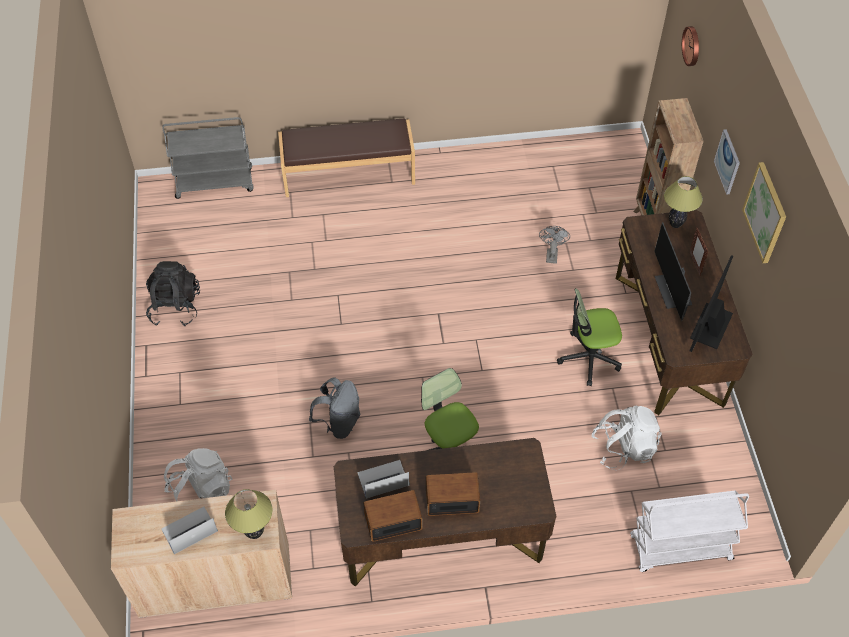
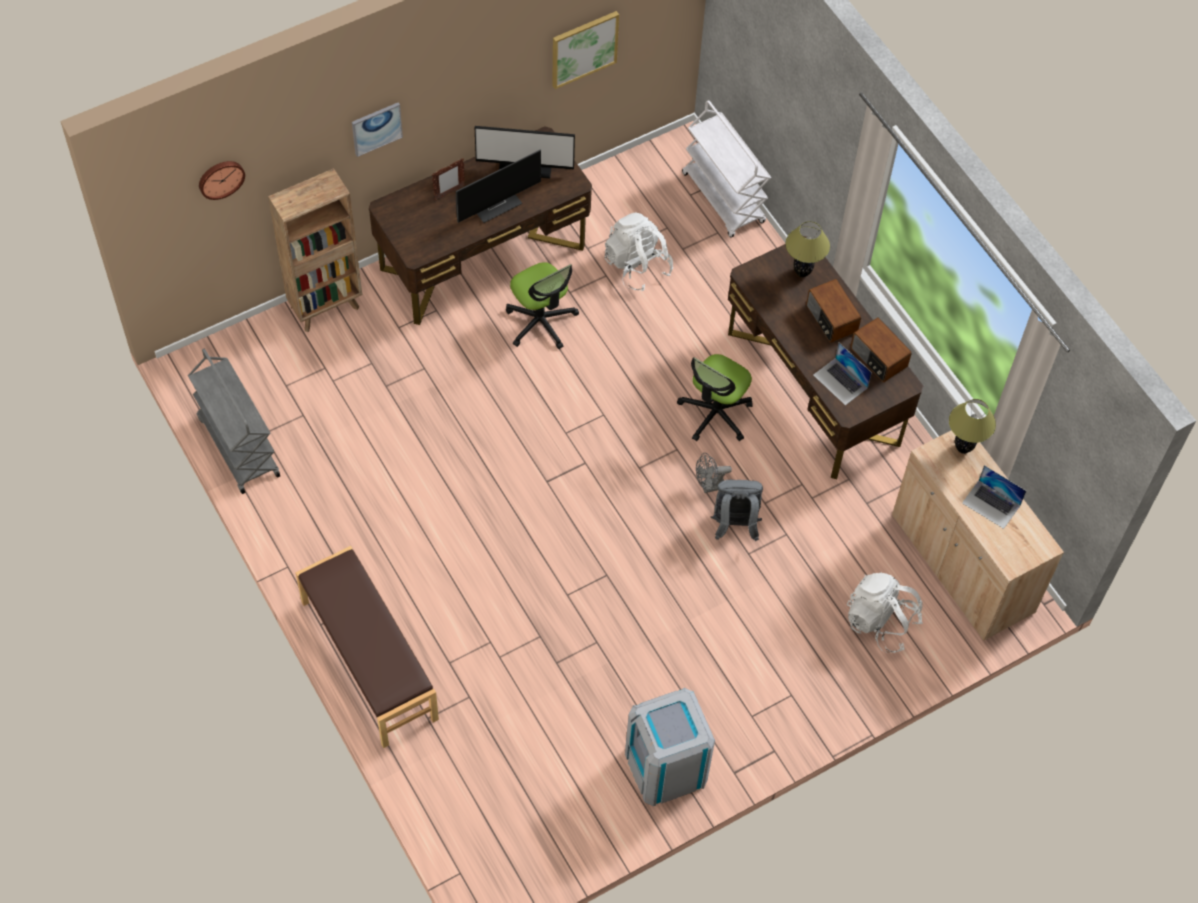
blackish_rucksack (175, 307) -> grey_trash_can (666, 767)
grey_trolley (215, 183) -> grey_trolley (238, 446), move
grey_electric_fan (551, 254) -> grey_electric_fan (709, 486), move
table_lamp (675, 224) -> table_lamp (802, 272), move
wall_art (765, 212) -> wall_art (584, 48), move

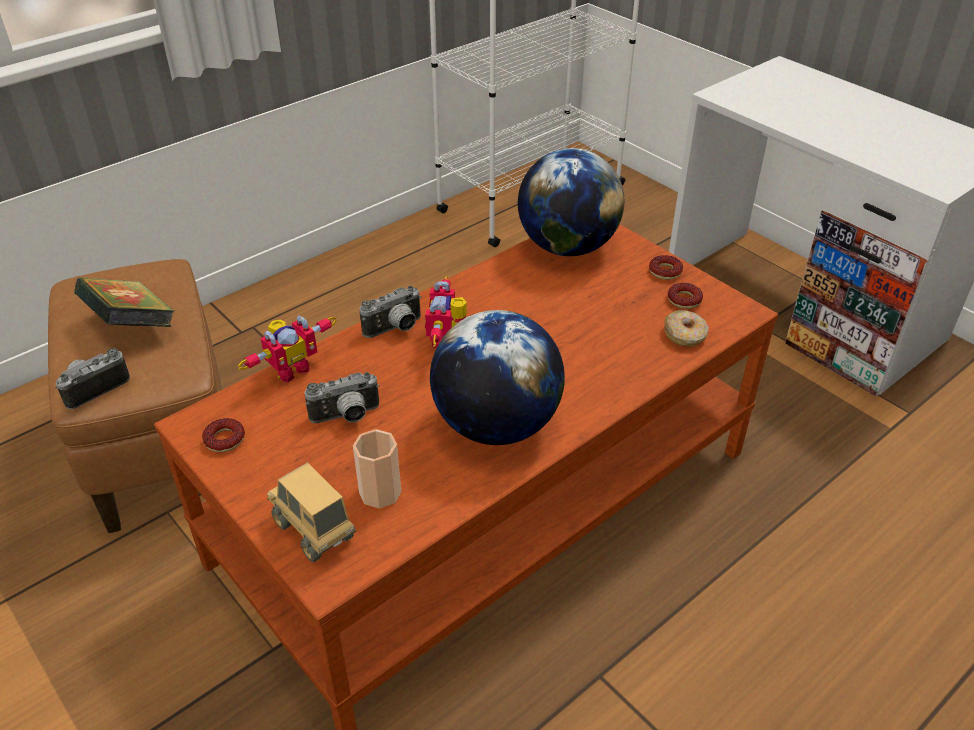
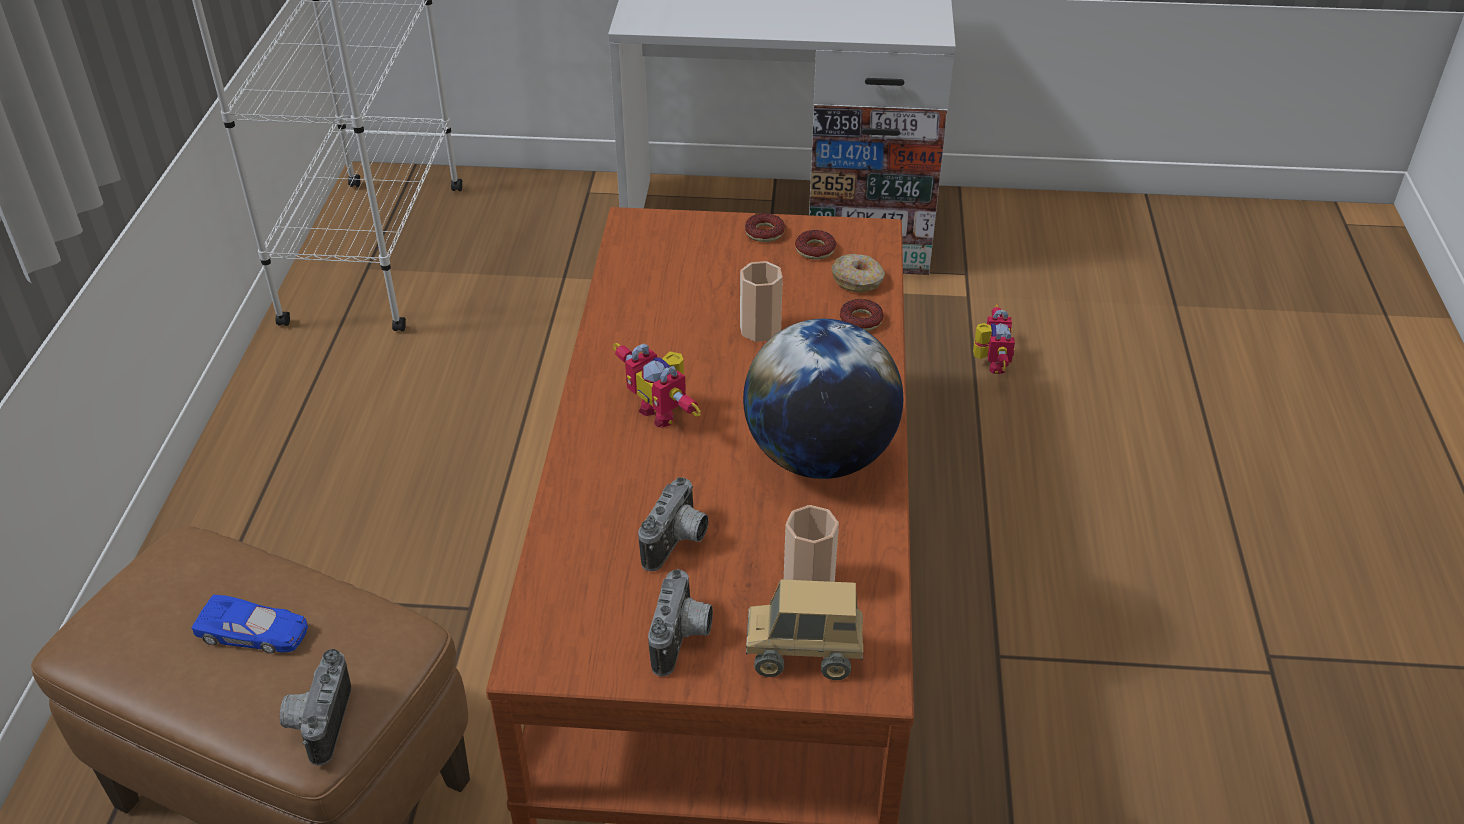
book (132, 326) -> blue_model_car (254, 632)
doughnut (224, 439) -> doughnut (861, 320), move
model_robot (290, 369) -> model_robot (989, 364), move
still_camera (396, 329) -> still_camera (683, 639), move
globe (567, 247) -> none
none -> drinking_cup (760, 329)

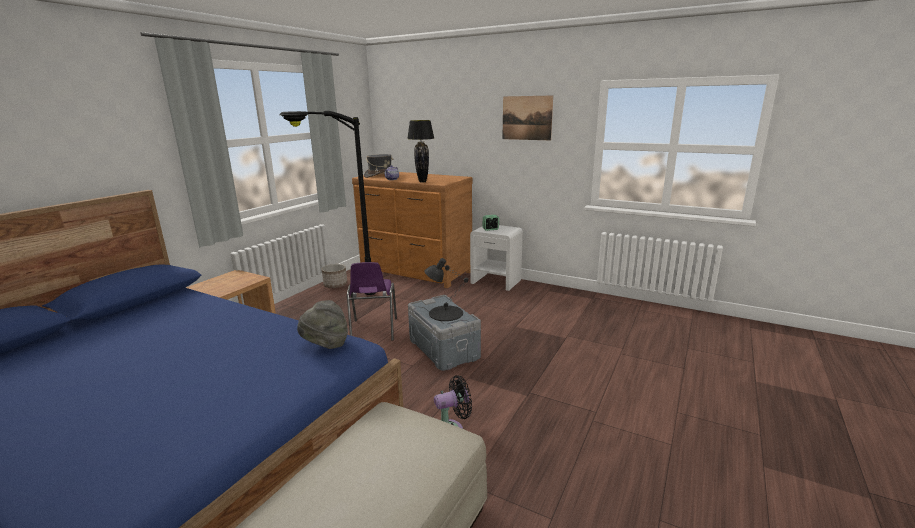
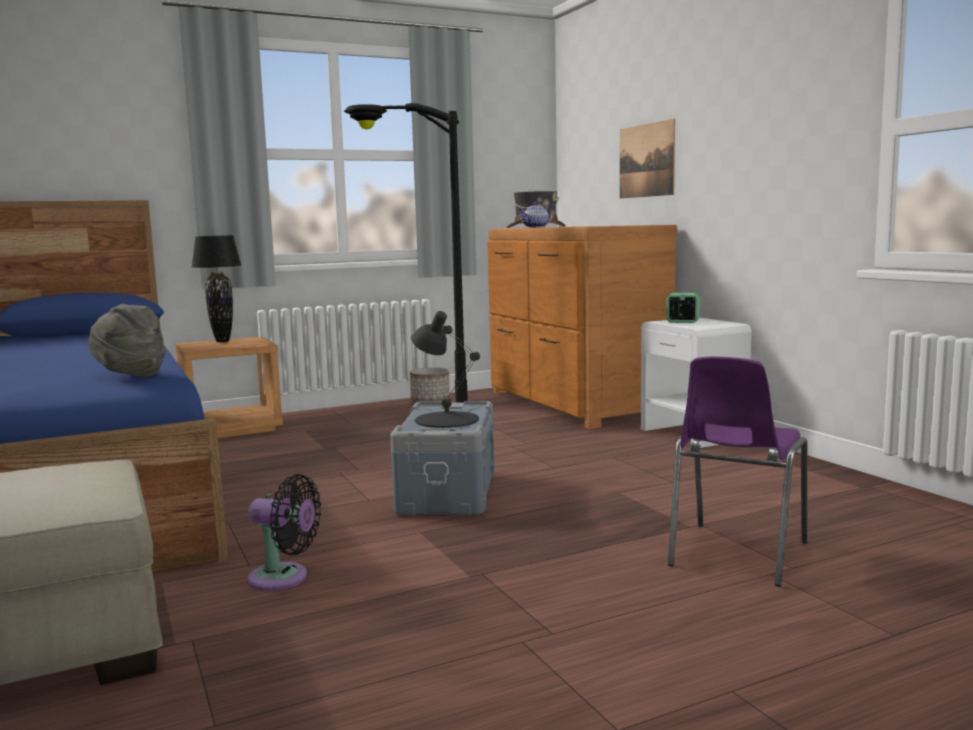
purple-coloured_chair (373, 331) -> purple-coloured_chair (735, 555), move
blackish_table_lamp (422, 181) -> blackish_table_lamp (223, 341), move
wall_art (527, 118) -> wall_art (646, 160), move

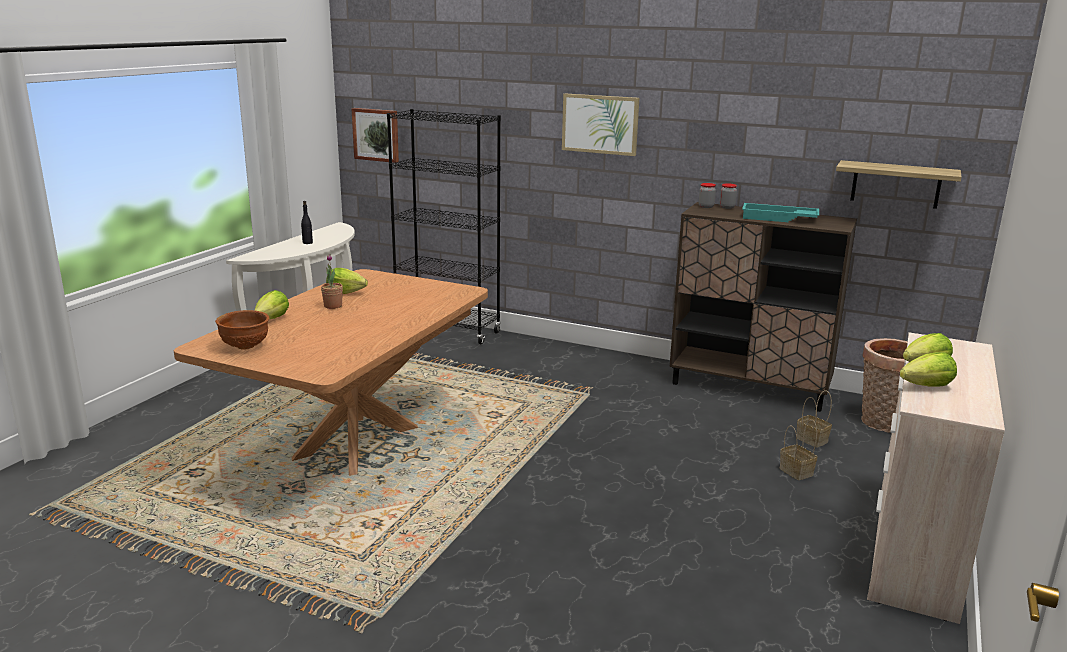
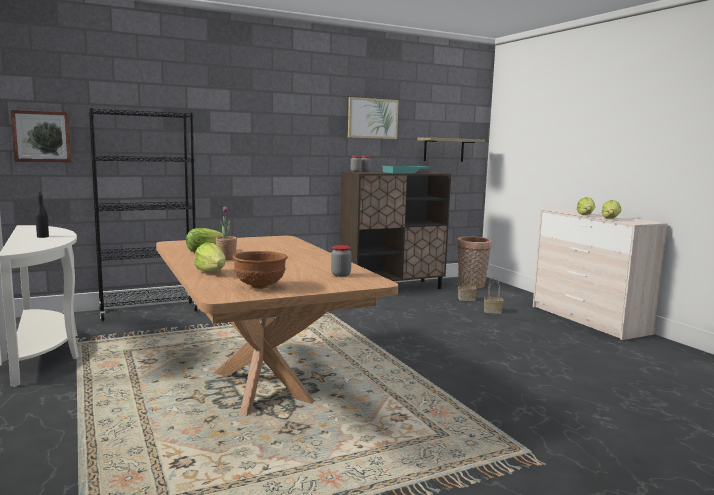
wall_art (600, 124) -> wall_art (372, 118), move
none -> jar (340, 275)

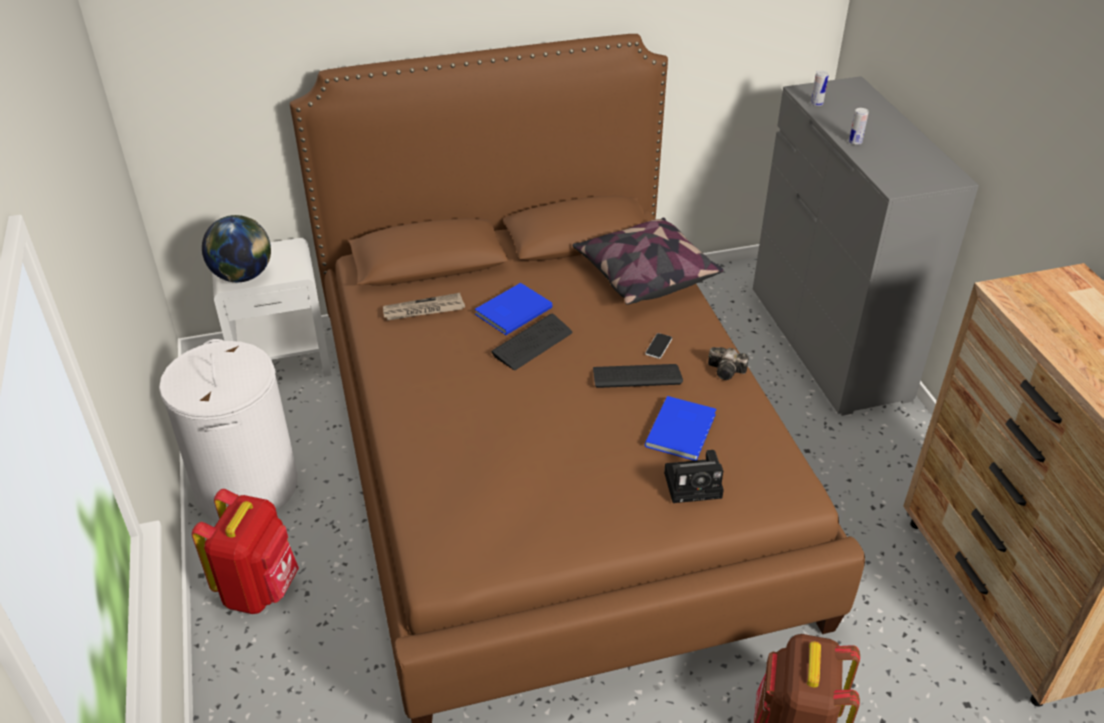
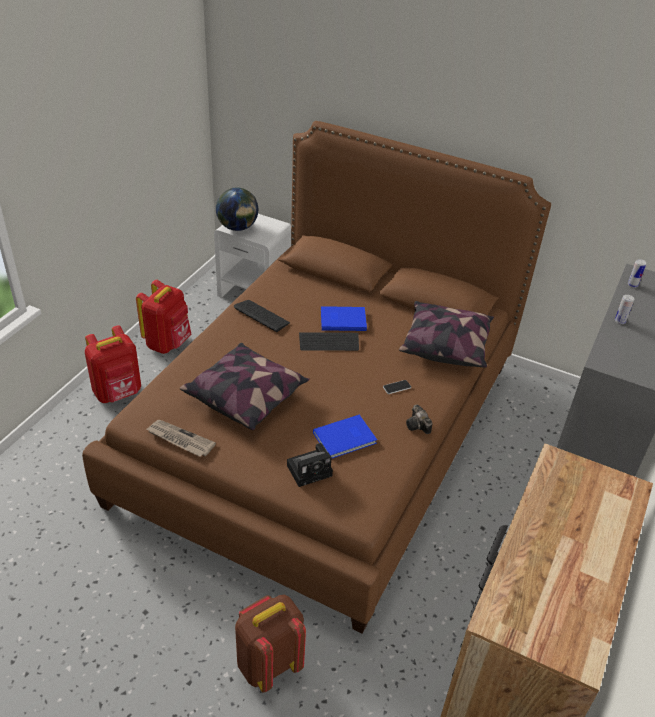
white_hamper (246, 486) -> reddish_rucksack (168, 343)
daily_paper (423, 310) -> daily_paper (180, 440), move
keyboard (636, 377) -> keyboard (261, 316), move
still_camera (695, 484) -> still_camera (311, 470), 60 degrees counterclockwise
none -> cushion (246, 396)

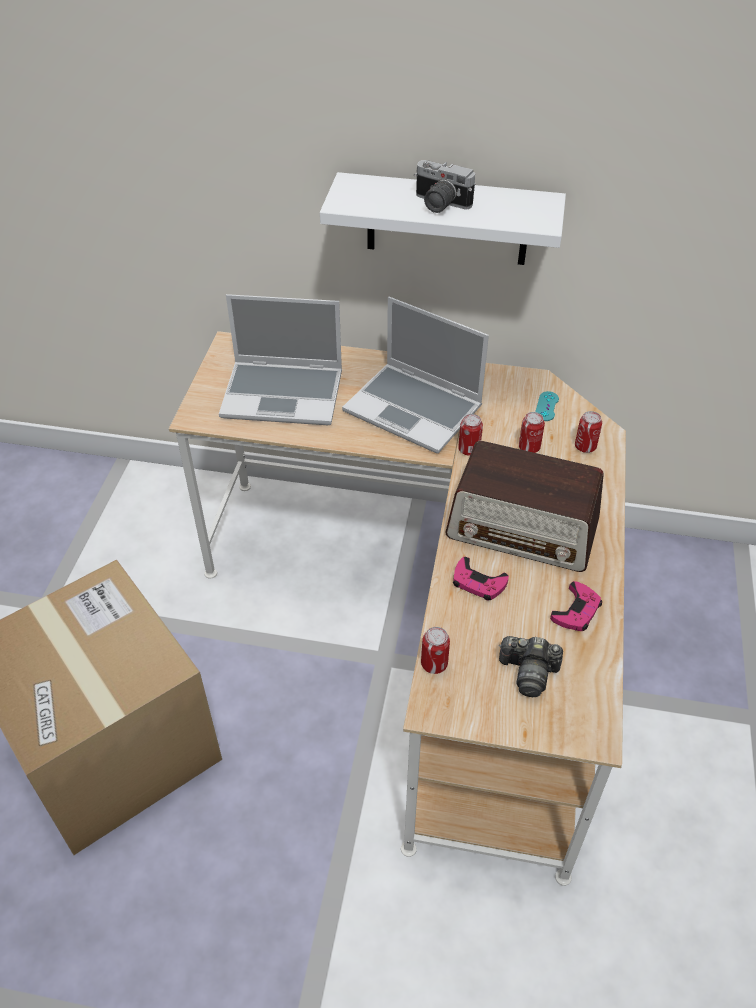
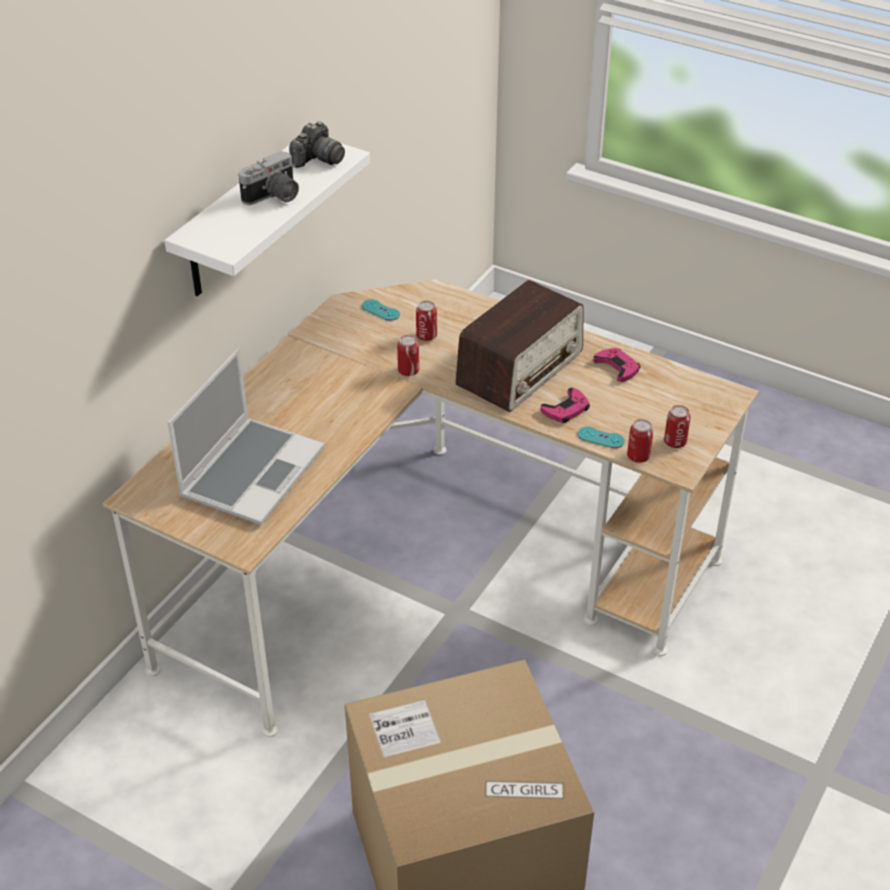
laptop (415, 409) -> none
still_camera (528, 672) -> still_camera (317, 159), move
metal_can (585, 446) -> metal_can (675, 442), move
none -> blue-green_game_controller (600, 437)

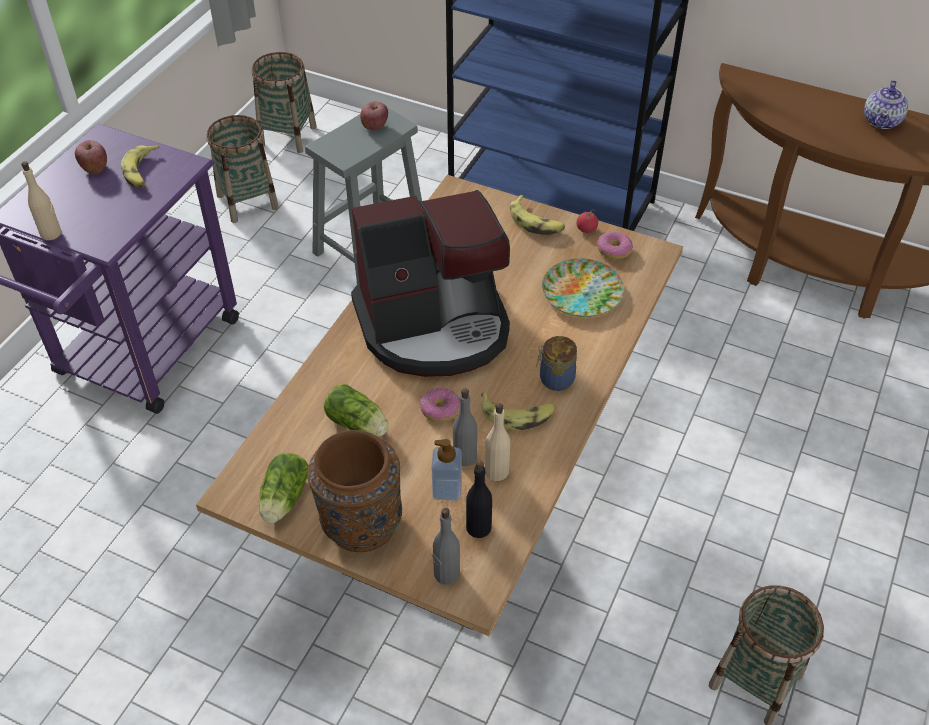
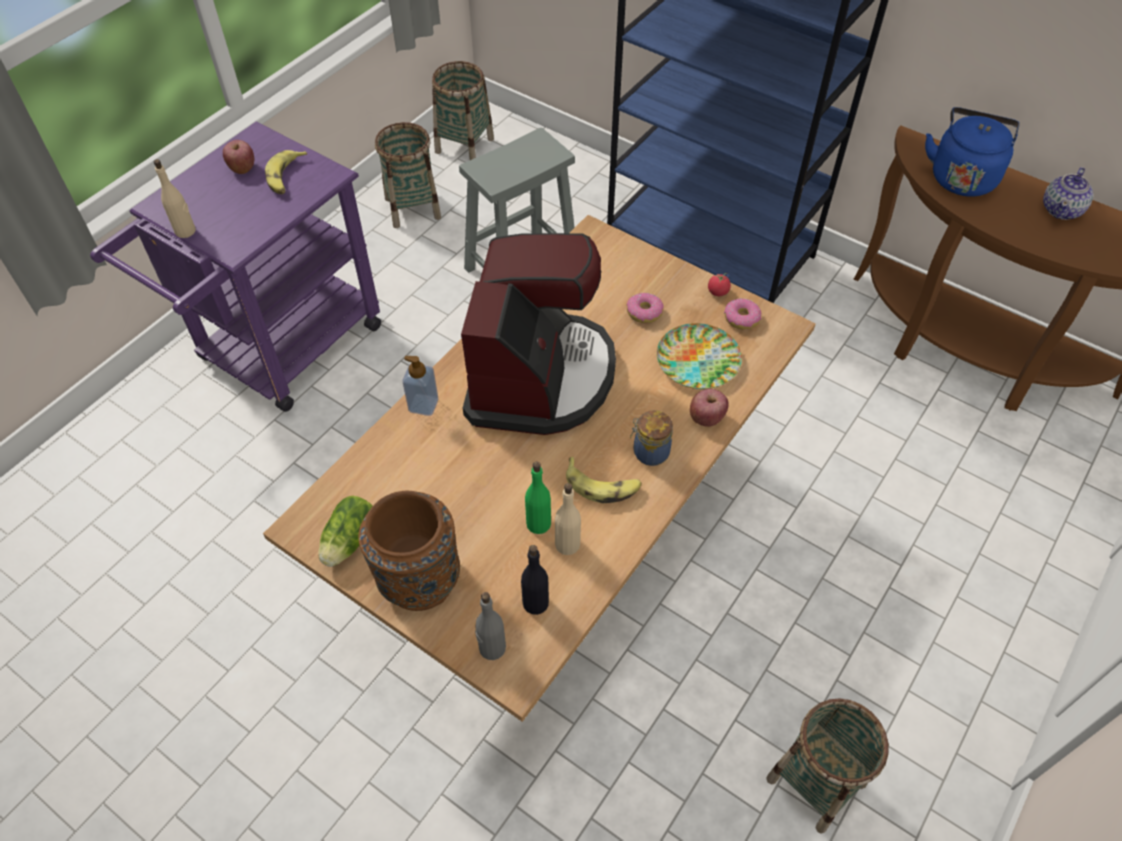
lettuce_head (359, 425) -> none
coffee_brewer (435, 326) -> coffee_brewer (539, 377), 75 degrees counterclockwise
apple (374, 126) -> apple (706, 418), move
doughnut (440, 409) -> doughnut (644, 312), move
liquid_soap_bottle (447, 489) -> liquid_soap_bottle (423, 405), move
grey_beverage_bottle (464, 456) -> green-coloured_beverage_bottle (538, 523)
whole_banana (536, 222) -> none
none -> blue_tea_kettle (962, 176)

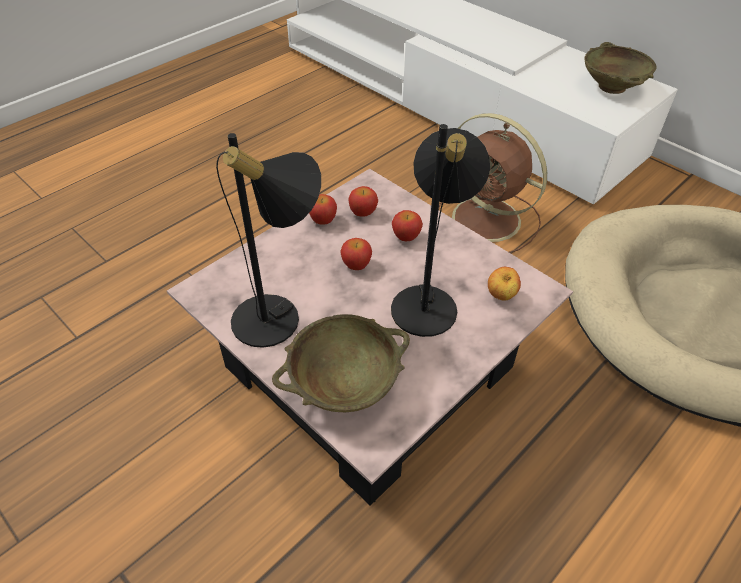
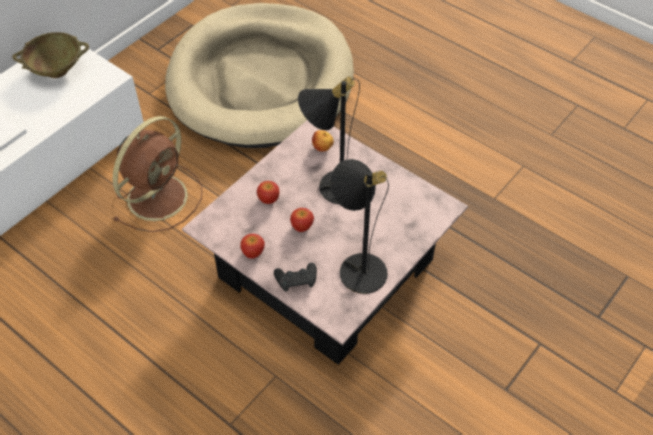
beige_deep_dish (344, 386) -> none
apple (363, 212) -> none
none -> blackish_game_controller (296, 279)

